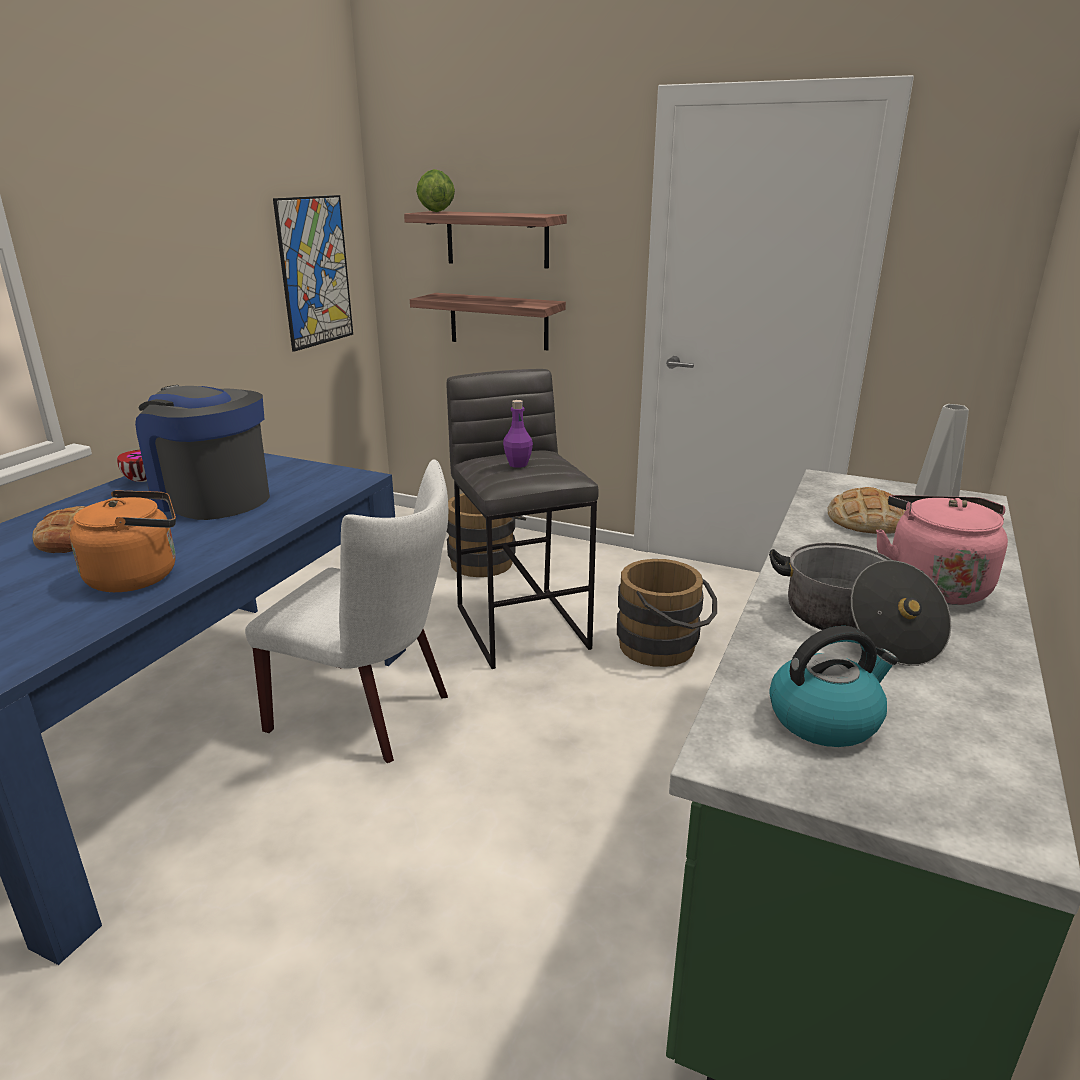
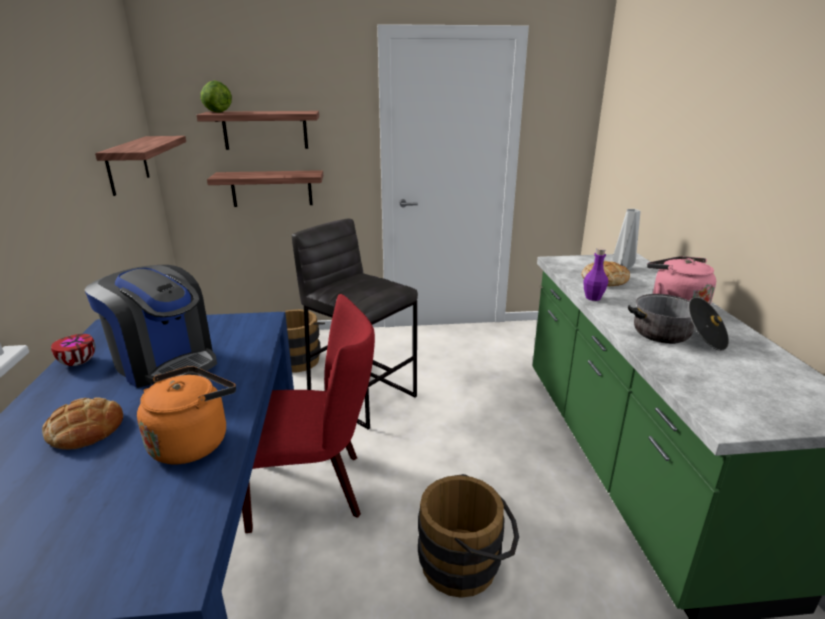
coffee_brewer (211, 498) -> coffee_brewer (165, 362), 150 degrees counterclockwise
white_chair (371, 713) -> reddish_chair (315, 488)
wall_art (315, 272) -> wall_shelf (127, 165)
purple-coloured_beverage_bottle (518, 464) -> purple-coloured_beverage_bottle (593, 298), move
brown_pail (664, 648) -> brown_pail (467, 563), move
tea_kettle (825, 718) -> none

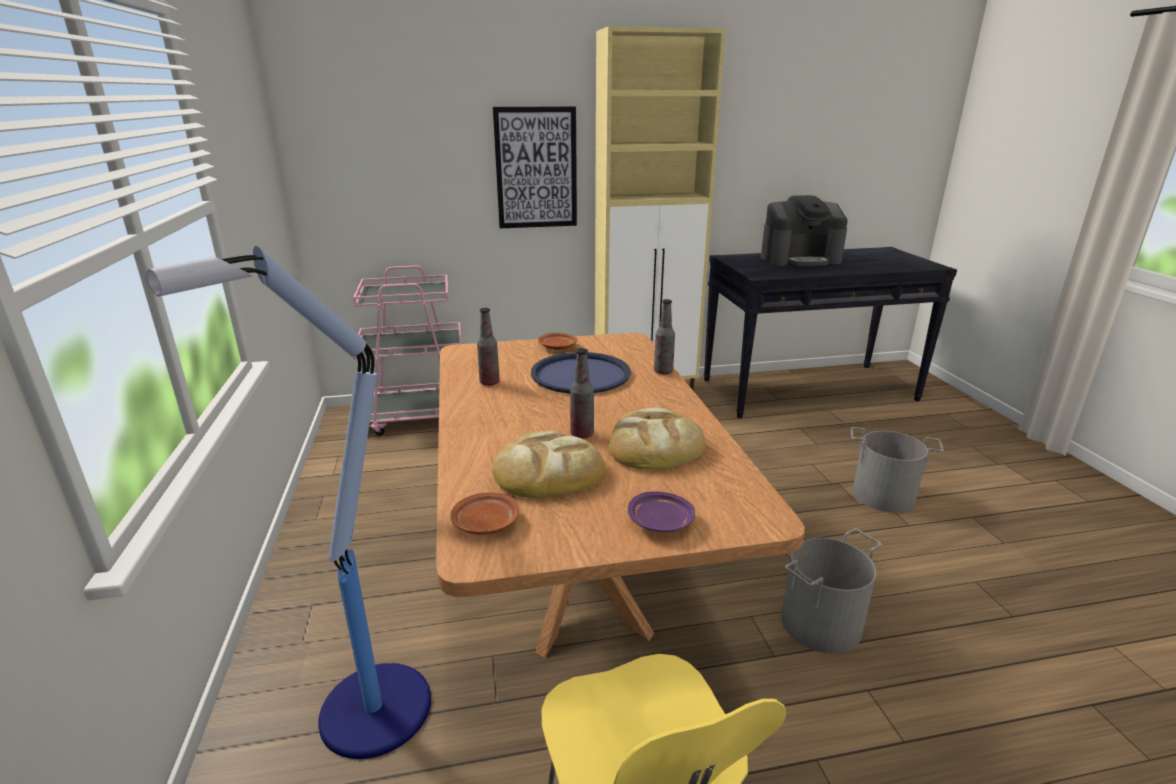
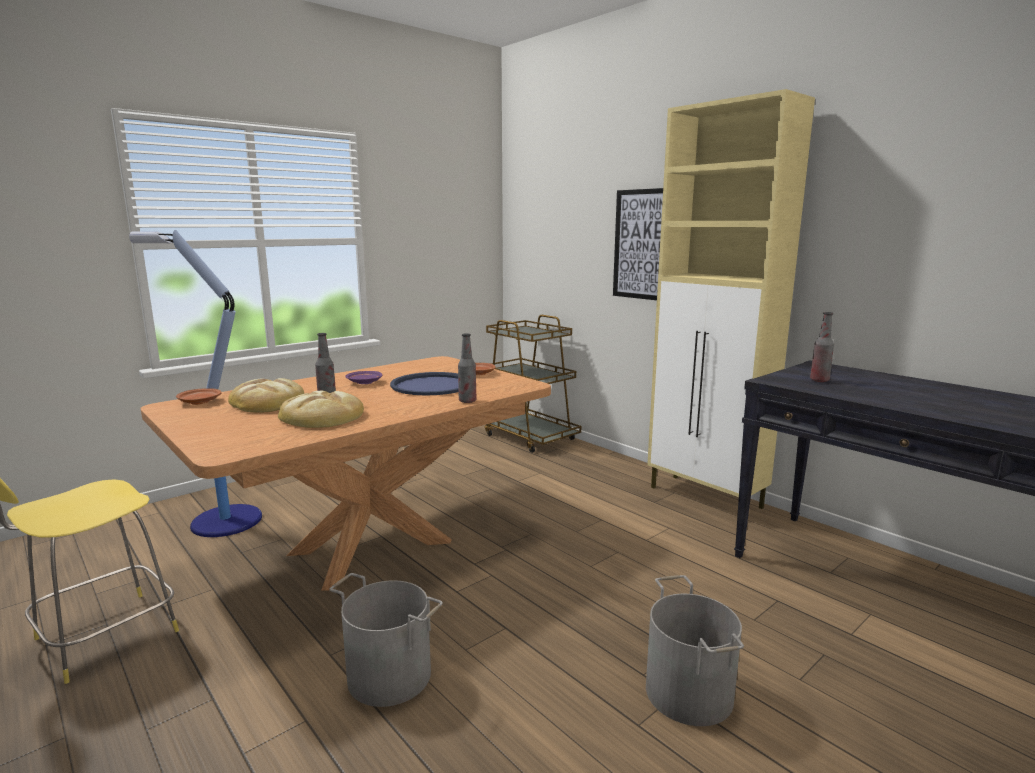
pink-coloured_trolley (419, 416) -> brown_trolley (528, 436)
beverage_bottle (489, 382) -> beverage_bottle (819, 380), move
purple-coloured_flat_dish (661, 522) -> purple-coloured_flat_dish (364, 382), move
coffee_brewer (800, 259) -> none

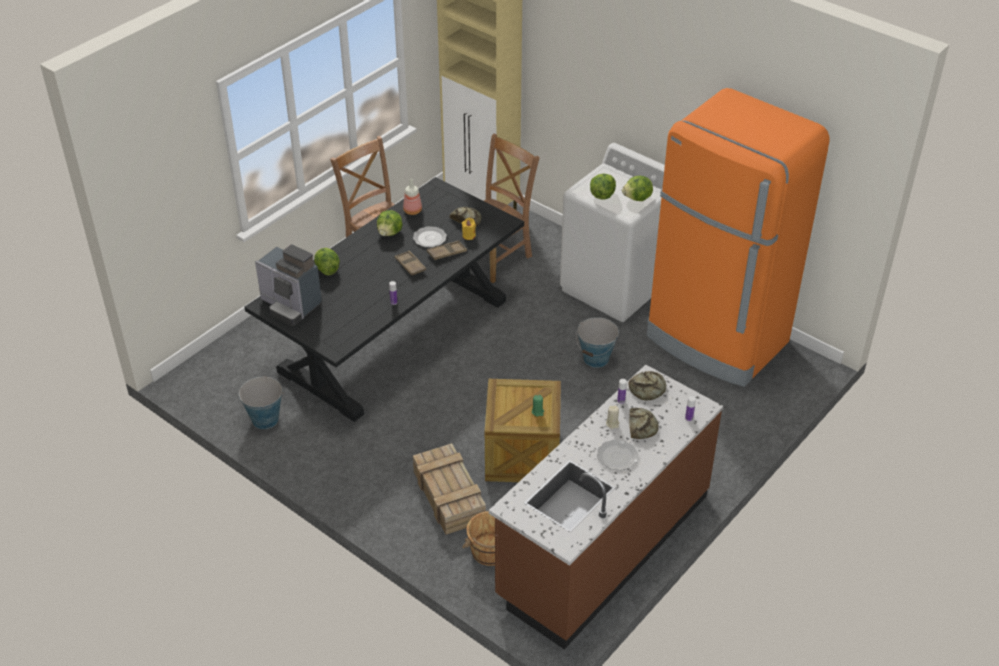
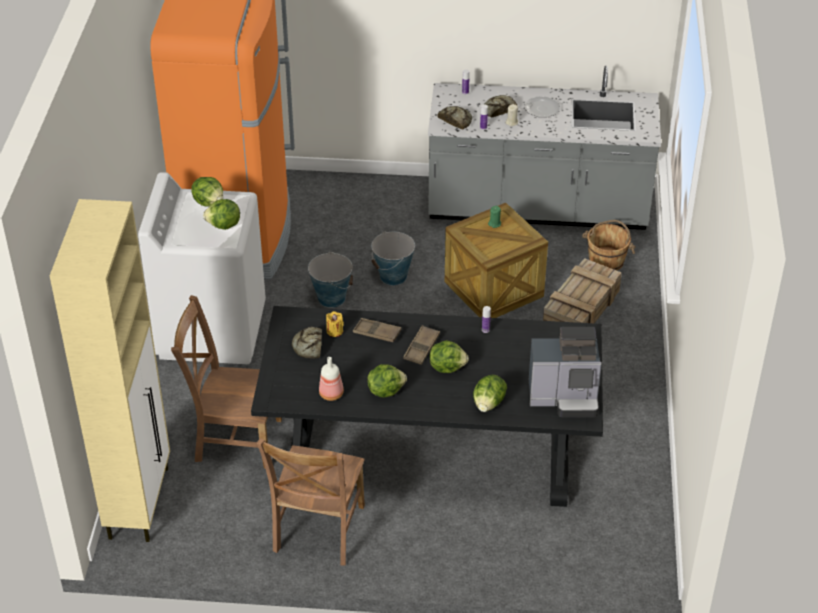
pail (265, 419) -> pail (393, 276), move
coffee_brewer (291, 305) -> coffee_brewer (565, 398), 90 degrees clockwise
flat_dish (429, 238) -> none
brown_counter (602, 546) -> grey_counter (537, 209)
none -> lettuce_head (447, 367)

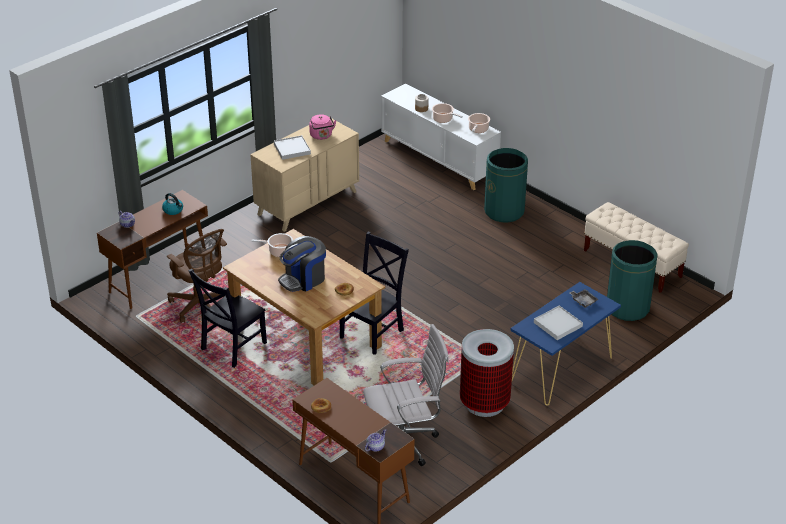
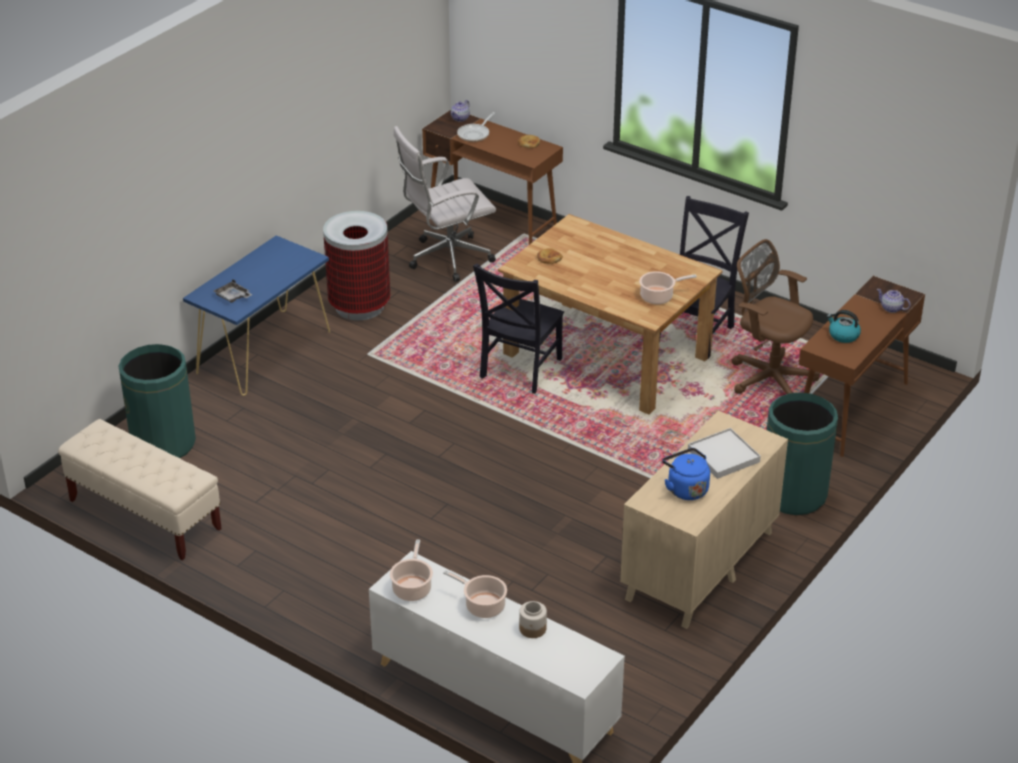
coffee_brewer (303, 279) -> none
pink-coloured_tea_kettle (321, 136) -> blue_tea_kettle (685, 489)
green-coloured_trash_can (504, 211) -> green-coloured_trash_can (793, 494), move
white_serving_tray (558, 324) -> none
none -> frying_pan (475, 134)

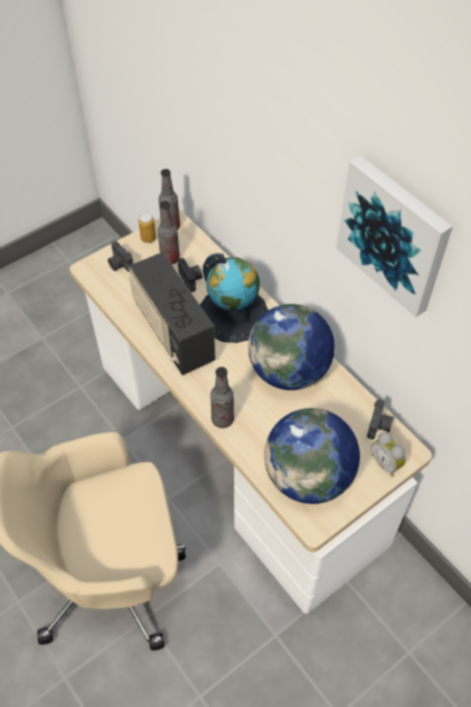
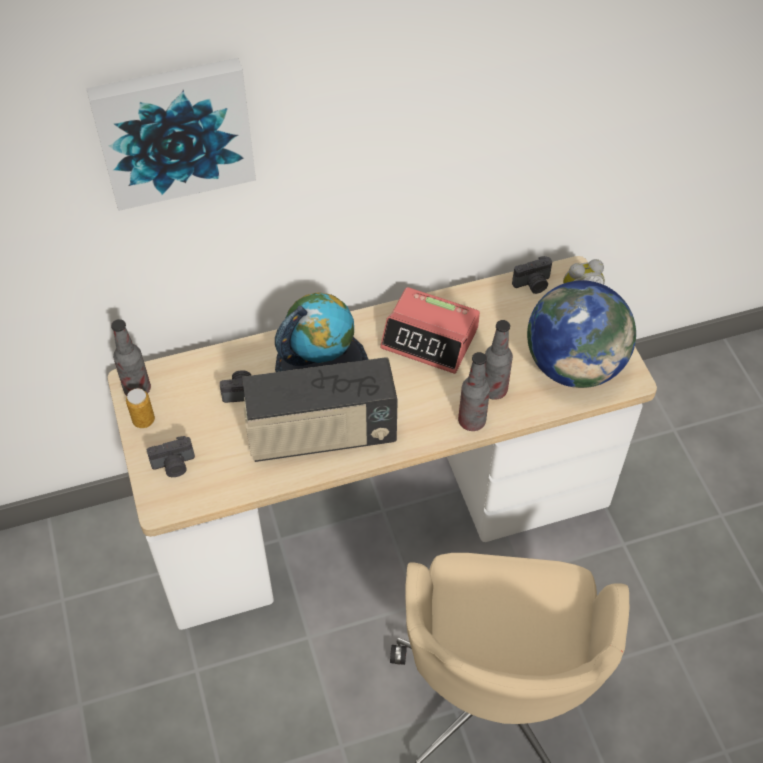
beverage_bottle (170, 258) -> beverage_bottle (493, 390), move
globe (288, 371) -> table_clock (430, 338)
wall_art (394, 234) -> wall_art (174, 131), move
still_camera (379, 426) -> still_camera (533, 284), 120 degrees clockwise

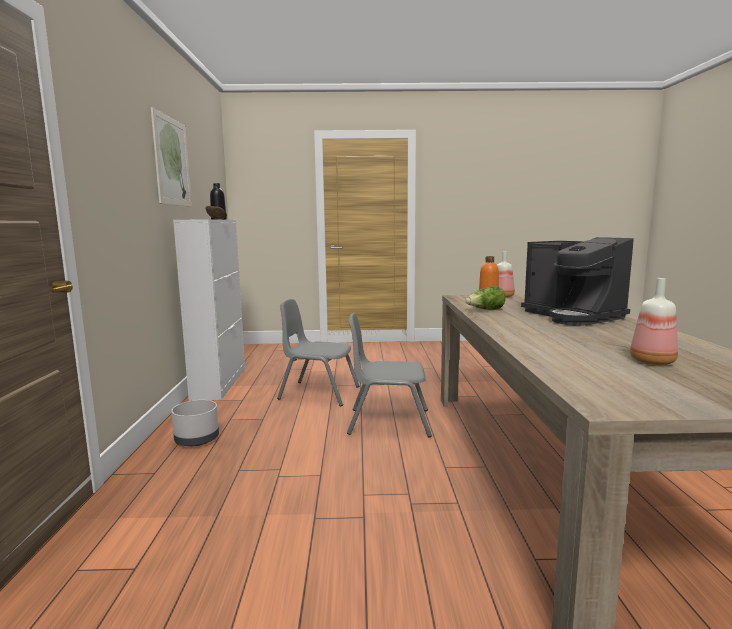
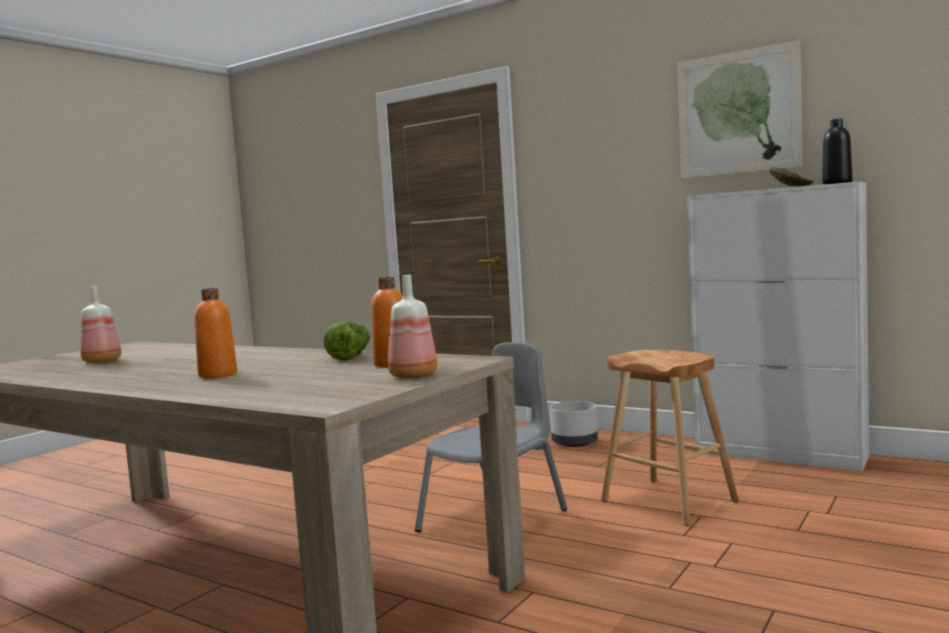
grey_chair (318, 393) -> brown_sitting_stool (668, 501)
coffee_brewer (572, 316) -> orange-coloured_beverage_bottle (218, 375)

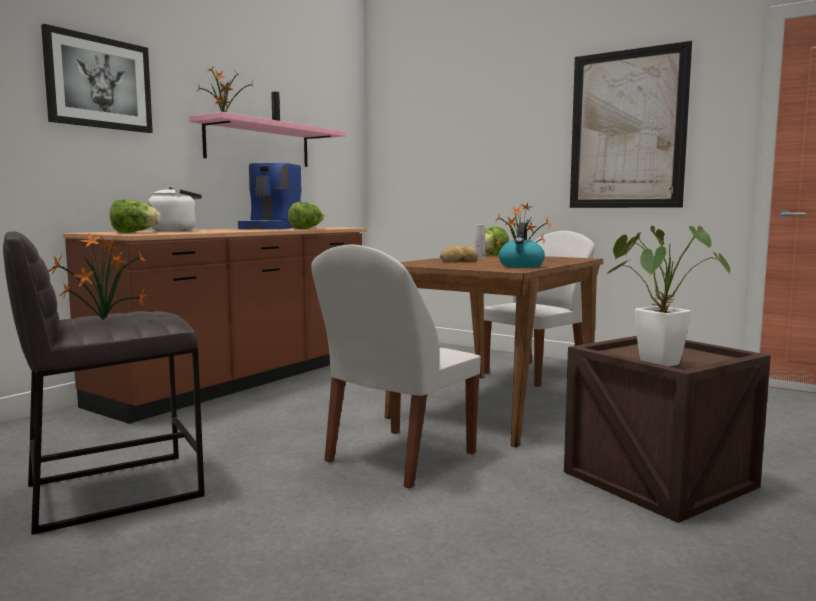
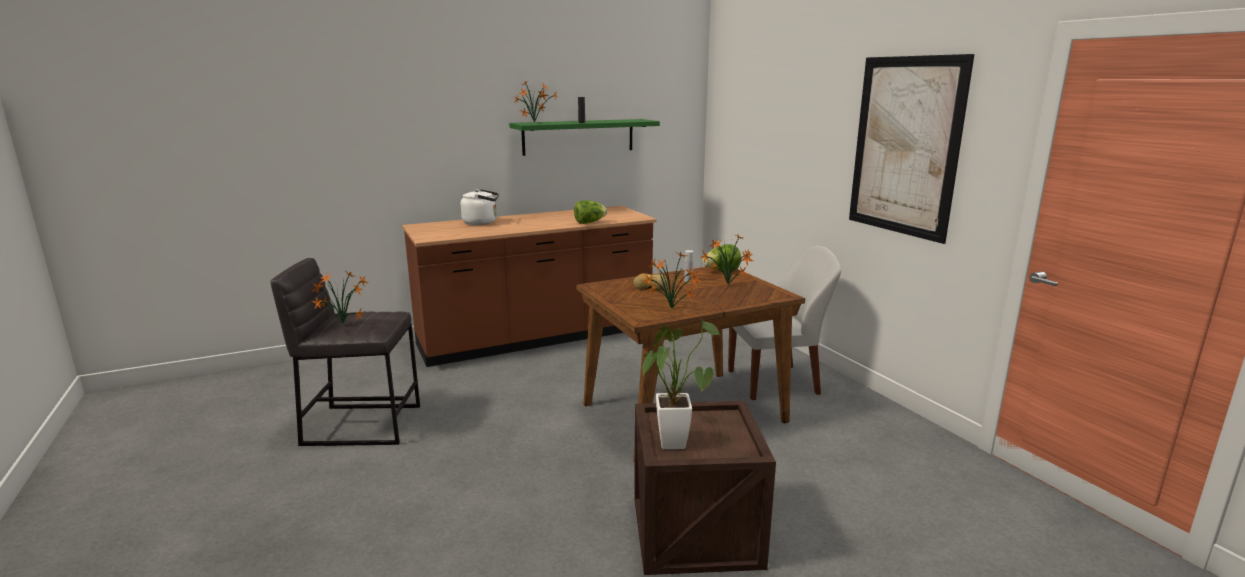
wall_art (99, 83) -> none
lettuce_head (134, 232) -> none
pink-coloured_wall_shelf (258, 144) -> green-coloured_wall_shelf (578, 136)
coffee_brewer (272, 228) -> none
white_chair (397, 459) -> none
tea_kettle (521, 266) -> houseplant (672, 309)

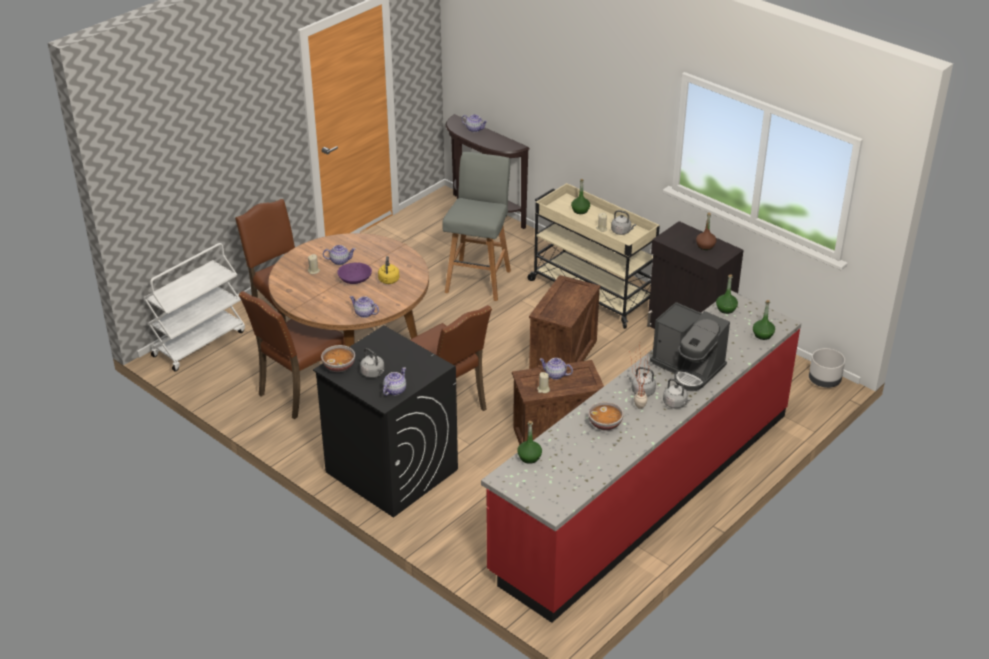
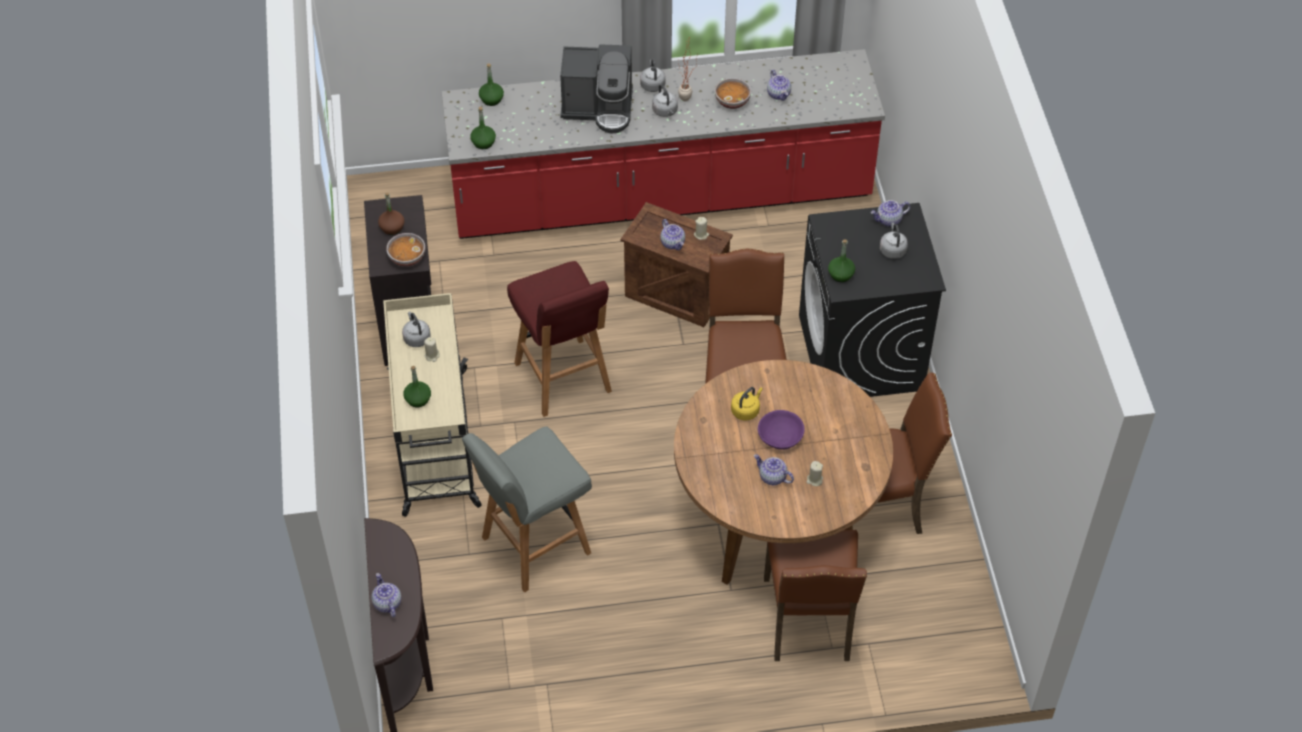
white_trolley (199, 343) -> none
deep_dish (339, 366) -> deep_dish (406, 258), move
teapot (364, 313) -> teapot (779, 94), move
green-coloured_beverage_bottle (529, 457) -> green-coloured_beverage_bottle (840, 274), move
crate (562, 354) -> reddish_sitting_stool (563, 379)
coffee_brewer (688, 368) -> coffee_brewer (599, 108), 105 degrees clockwise
grey_plant_pot (824, 381) -> none

